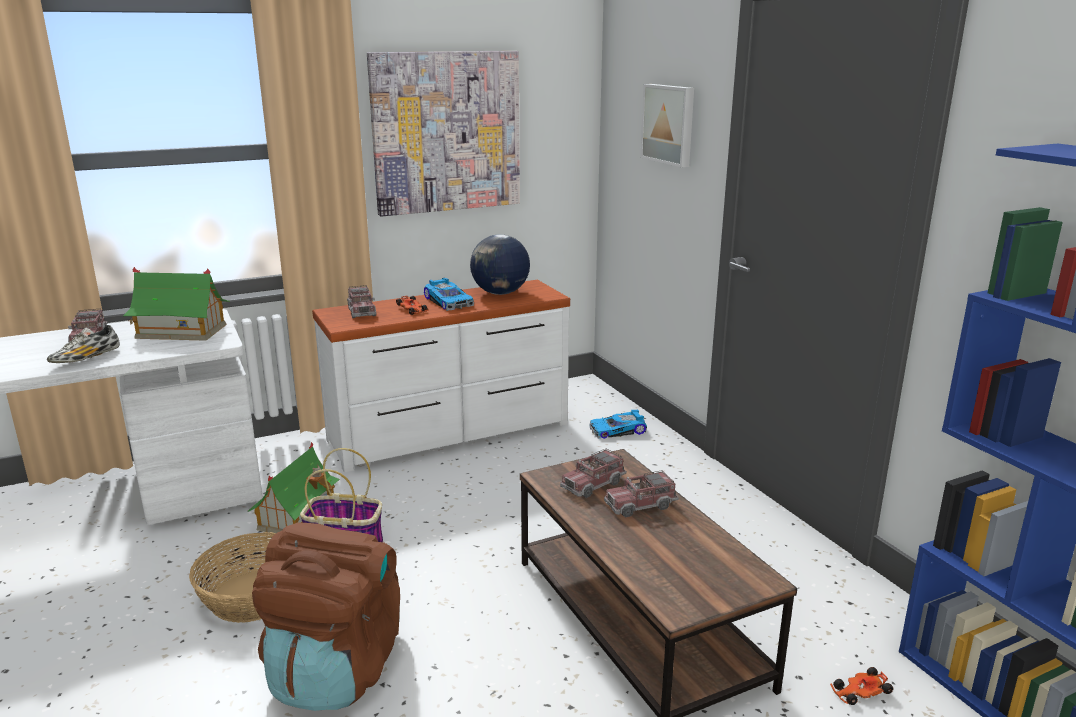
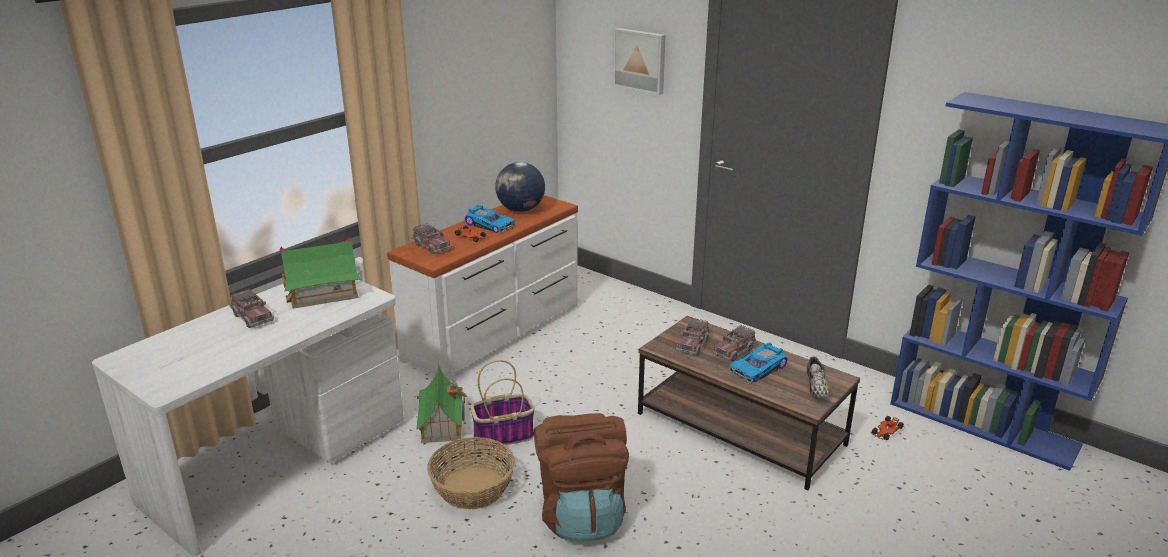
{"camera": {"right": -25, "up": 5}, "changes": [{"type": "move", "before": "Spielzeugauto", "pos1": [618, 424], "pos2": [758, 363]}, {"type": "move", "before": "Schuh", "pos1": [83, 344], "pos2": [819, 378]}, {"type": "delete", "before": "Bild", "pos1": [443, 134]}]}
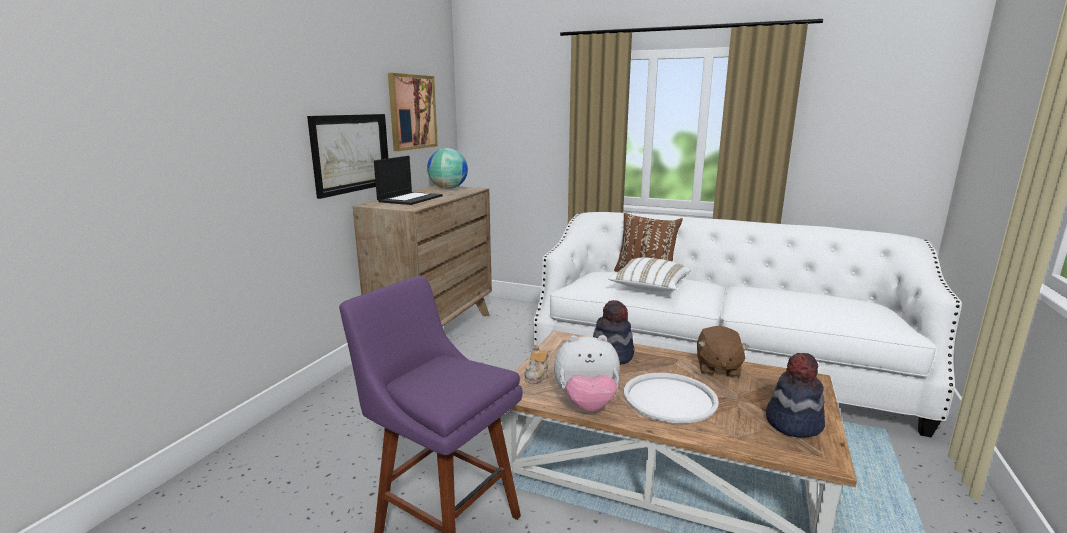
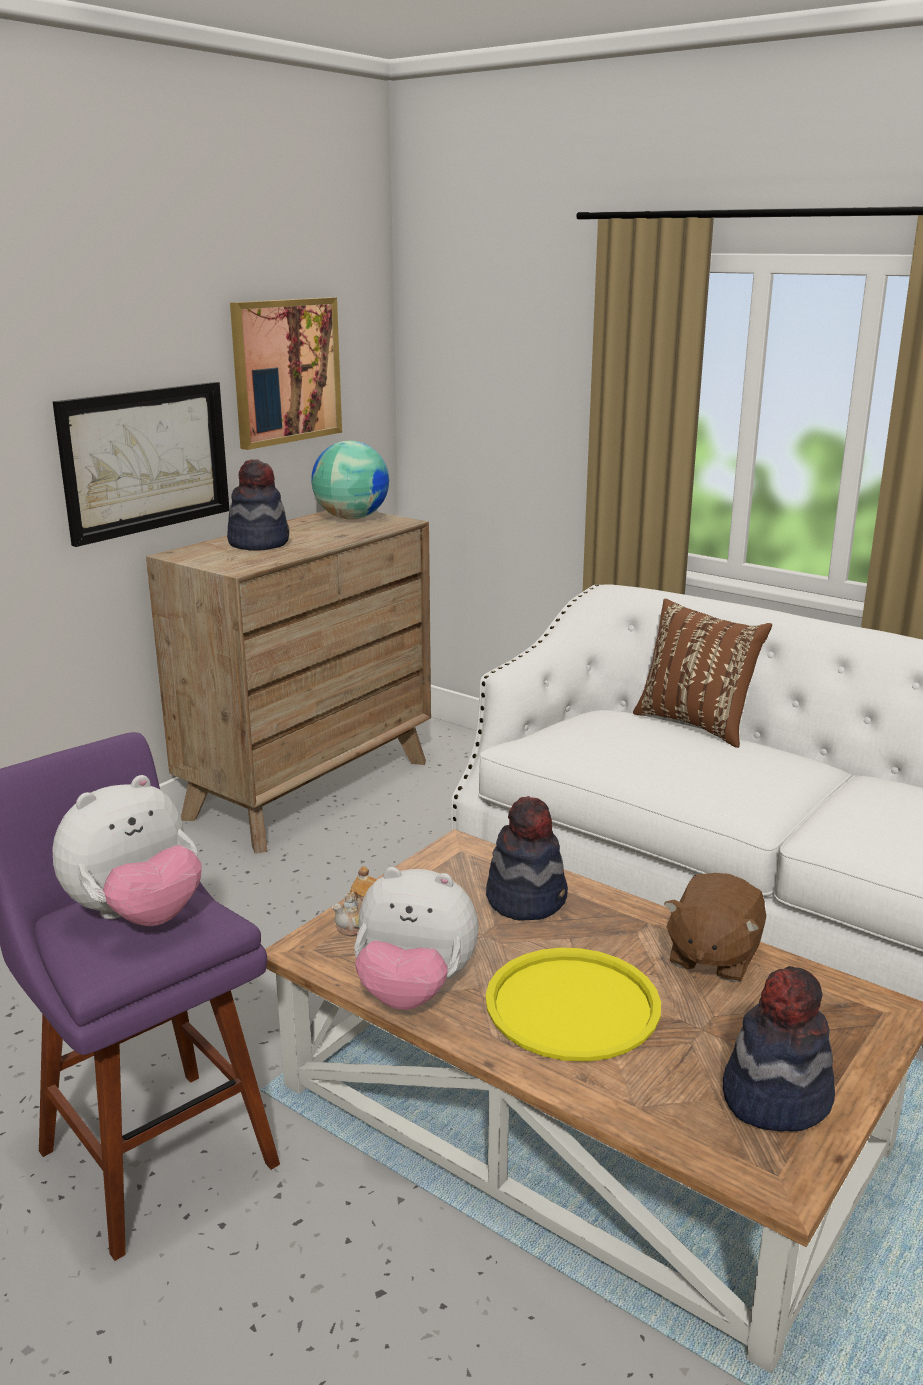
{"camera": {"right": 15, "up": 5}, "changes": [{"type": "insert", "after": "Plüschtier", "pos2": [127, 850]}, {"type": "replace", "before": "Laptop", "after": "Hut", "pos1": [408, 180], "pos2": [258, 505]}, {"type": "recolor", "before": "Tablett/weiß", "after": "Tablett/gelb", "pos1": [671, 398], "pos2": [573, 1005]}, {"type": "delete", "before": "Kissen/weiß", "pos1": [649, 274]}]}
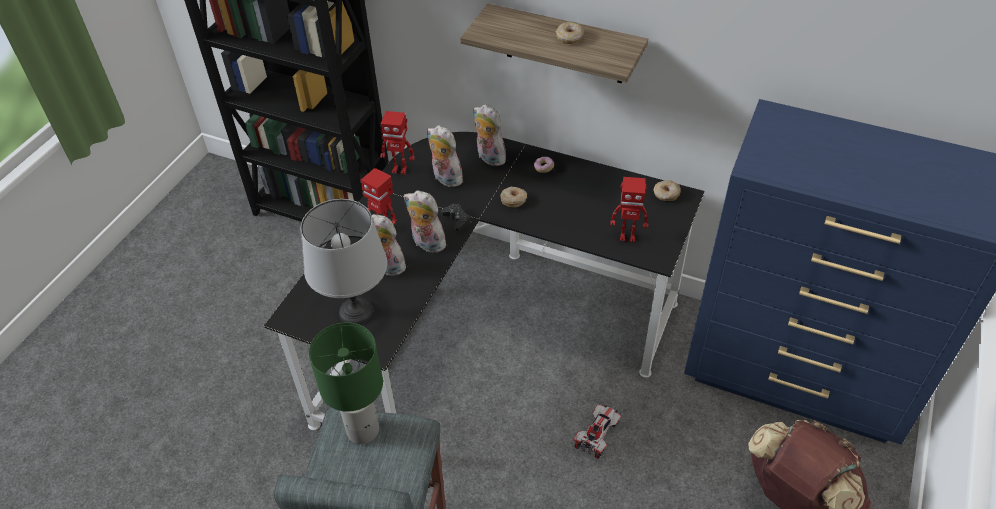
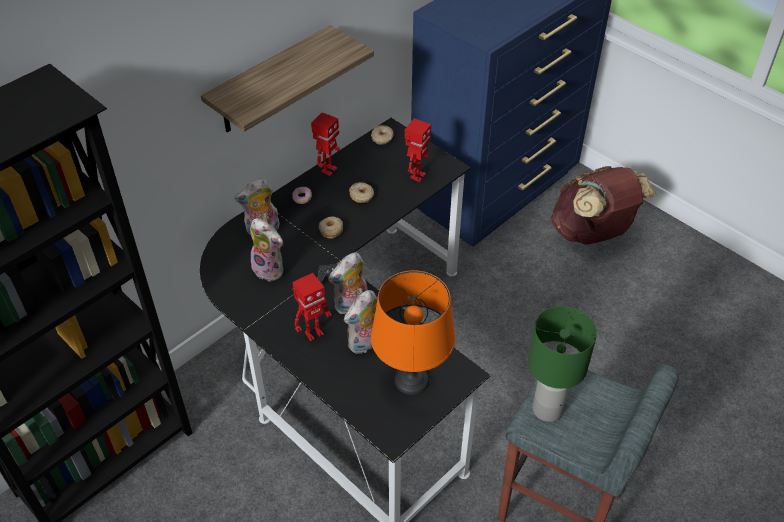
{"camera": {"right": -70, "up": 0}, "changes": [{"type": "rotate", "before": "Plüschtier", "pos1": [445, 156], "pos2": [266, 250], "turn": -120}, {"type": "move", "before": "Spielzeugroboter", "pos1": [397, 143], "pos2": [325, 144]}, {"type": "move", "before": "Donut", "pos1": [570, 32], "pos2": [361, 192]}, {"type": "recolor", "before": "Tischlampe/grau", "after": "Tischlampe/orange", "pos1": [344, 262], "pos2": [413, 332]}, {"type": "delete", "before": "Spielzeugauto", "pos1": [597, 431]}]}
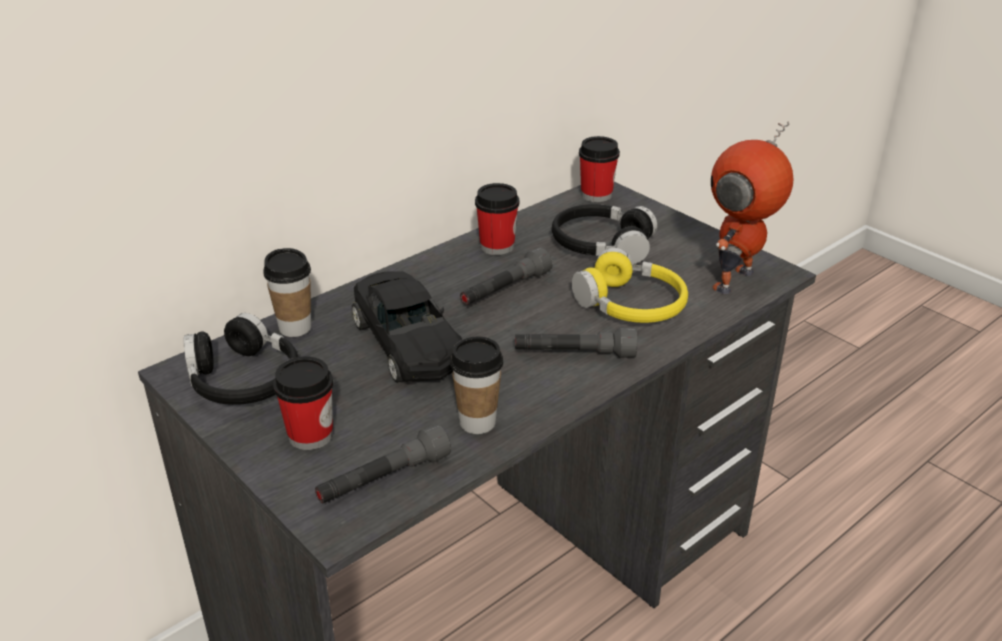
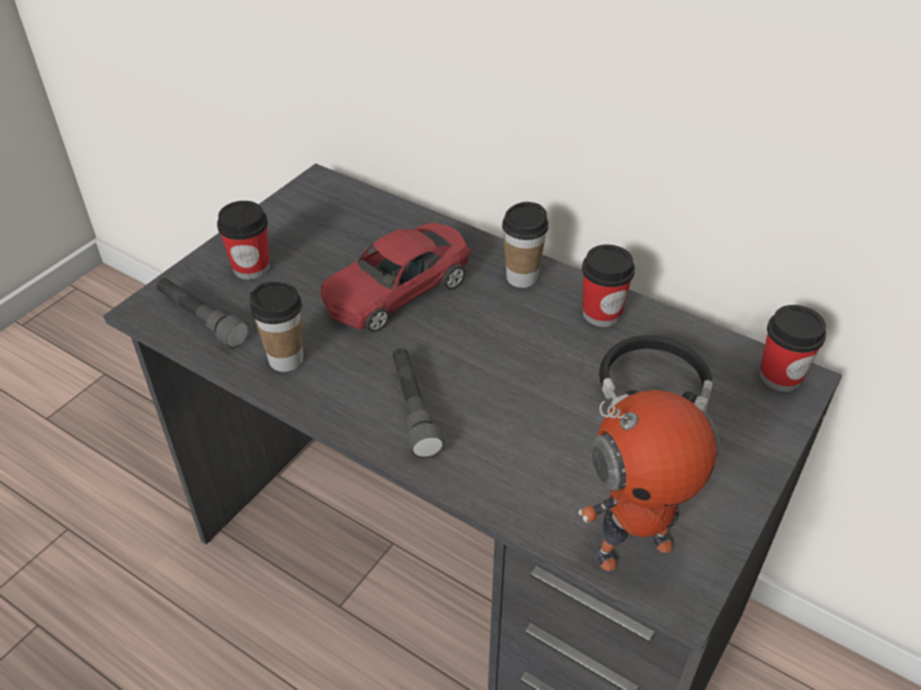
{"camera": {"right": 75, "up": 10}, "changes": [{"type": "recolor", "before": "Spielzeugauto/schwarz", "after": "Spielzeugauto/rot", "pos1": [407, 327], "pos2": [396, 277]}, {"type": "move", "before": "Tasse", "pos1": [287, 292], "pos2": [525, 245]}, {"type": "rotate", "before": "Spielzeugroboter", "pos1": [752, 207], "pos2": [648, 480], "turn": 135}, {"type": "delete", "before": "Kopfhörer/schwarz", "pos1": [241, 359]}, {"type": "delete", "before": "Taschenlampe/grau", "pos1": [506, 276]}, {"type": "delete", "before": "Kopfhörer/gelb", "pos1": [630, 285]}]}
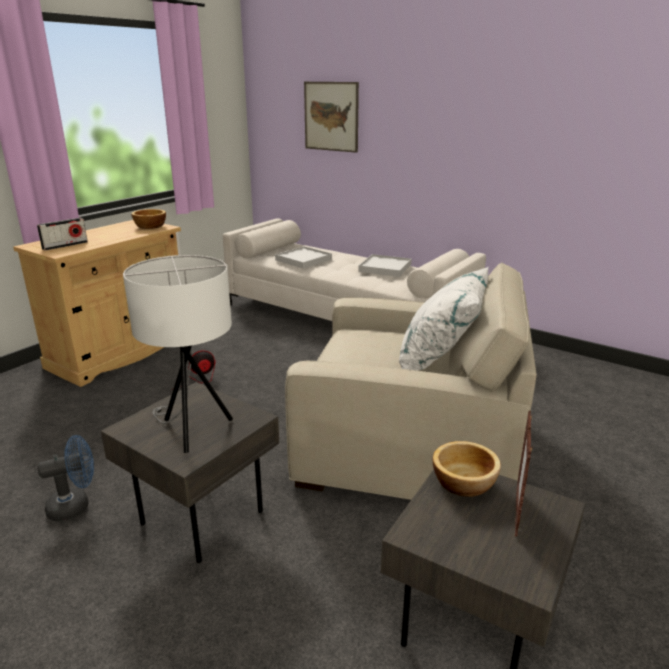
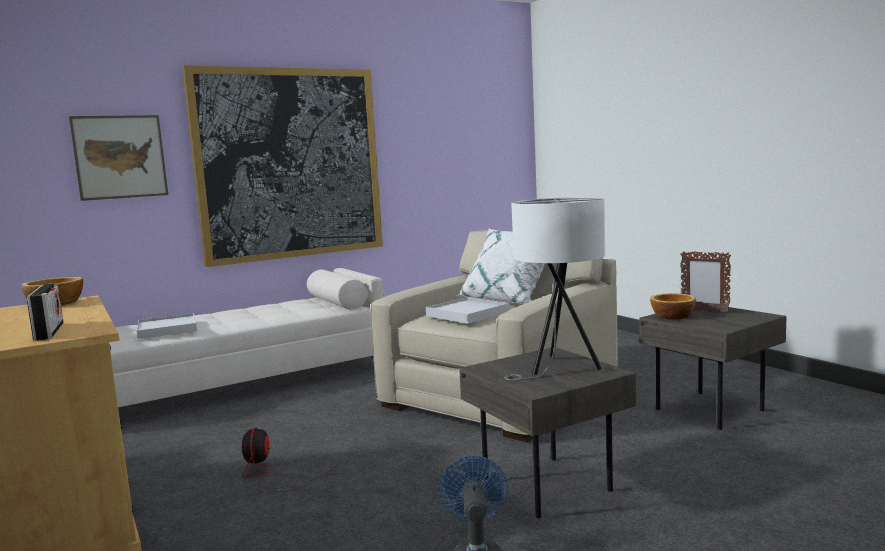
{"camera": {"right": -65, "up": -15}, "changes": [{"type": "insert", "after": "Bild", "pos2": [282, 166]}, {"type": "move", "before": "Tablett/weiß", "pos1": [385, 265], "pos2": [468, 310]}]}
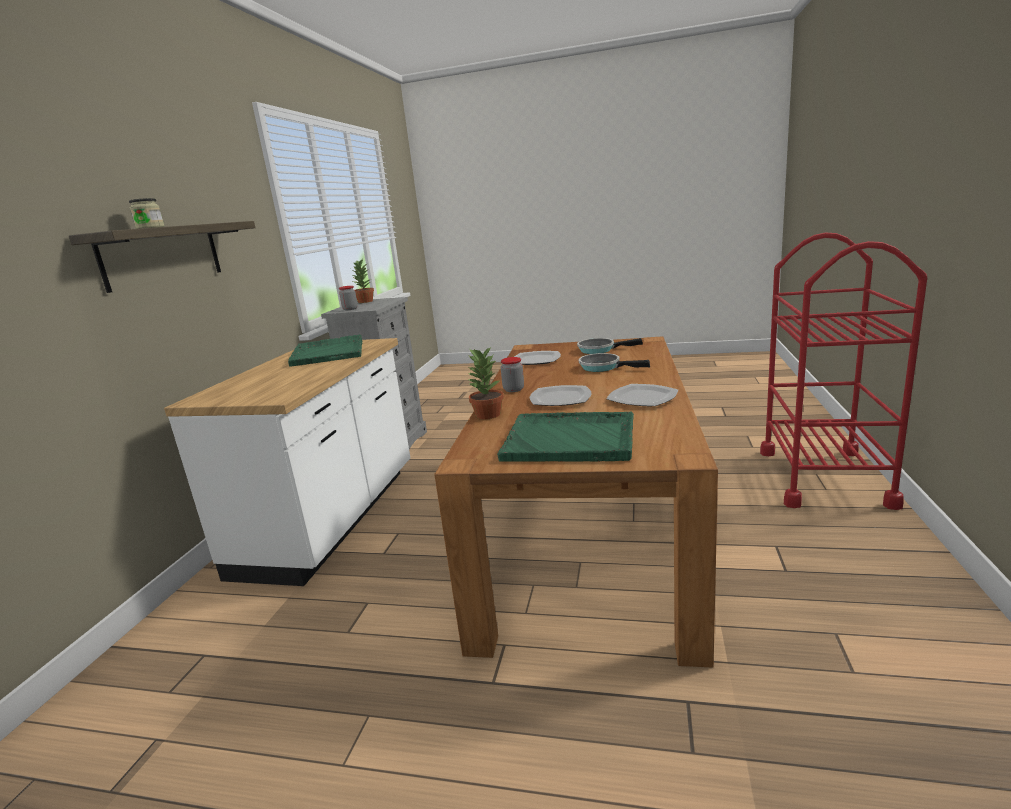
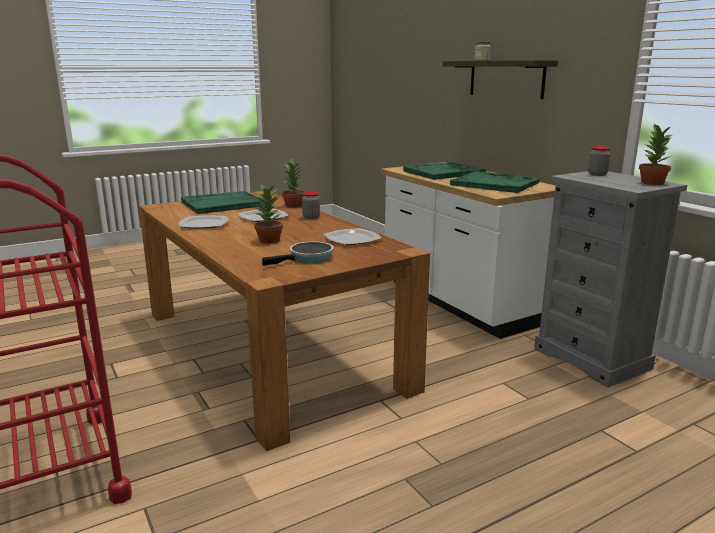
{"camera": {"right": 135, "up": 0}, "changes": [{"type": "replace", "before": "Pfanne", "after": "Topfpflanze", "pos1": [614, 362], "pos2": [268, 214]}, {"type": "insert", "after": "Tablett/grün", "pos2": [444, 171]}]}
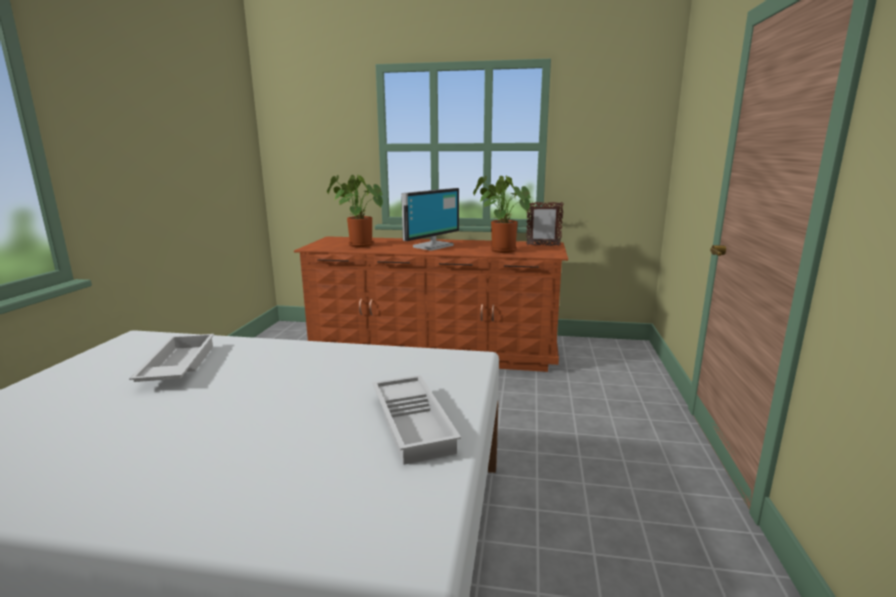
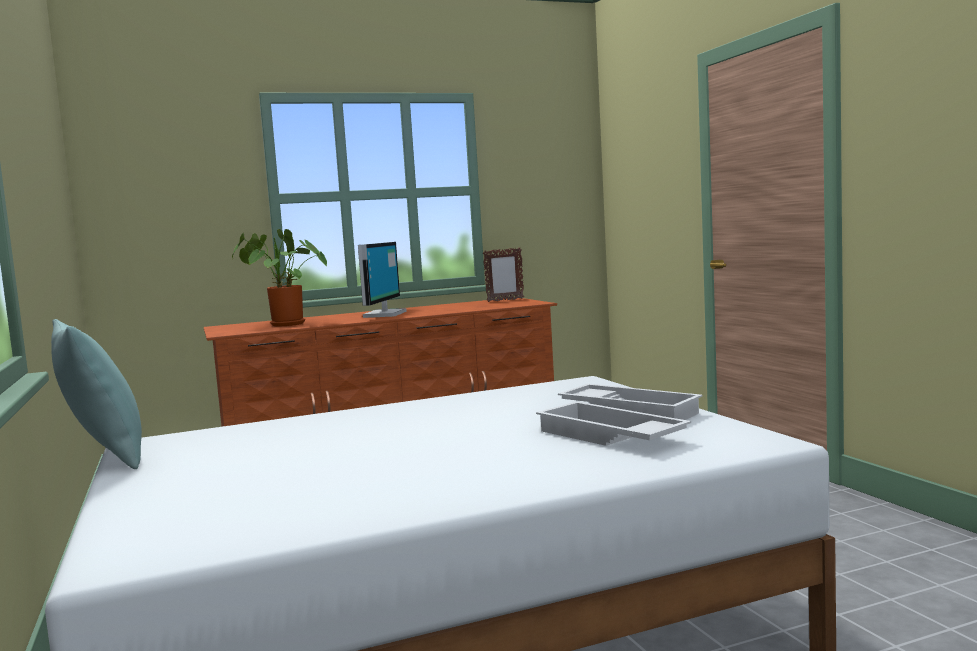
{"camera": {"right": -30, "up": -10}, "changes": [{"type": "insert", "after": "Kissen/türkis", "pos2": [96, 394]}, {"type": "move", "before": "Tablett/weiß", "pos1": [171, 358], "pos2": [613, 424]}, {"type": "delete", "before": "Topfpflanze", "pos1": [502, 214]}]}
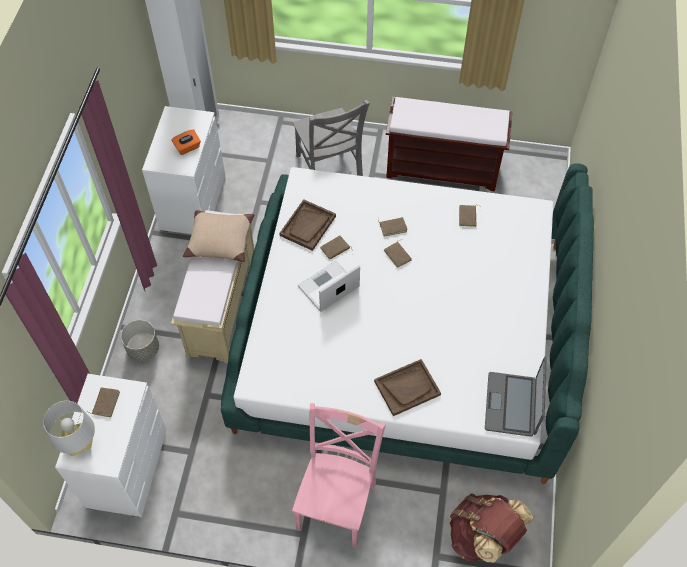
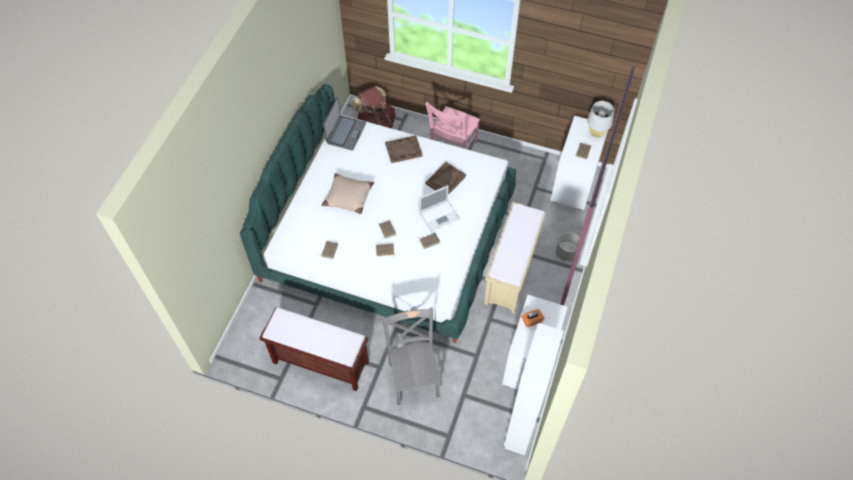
{"camera": {"right": -170, "up": 0}, "changes": [{"type": "move", "before": "Kissen/beige", "pos1": [218, 236], "pos2": [347, 193]}, {"type": "move", "before": "Tablett/braun", "pos1": [307, 225], "pos2": [446, 178]}]}
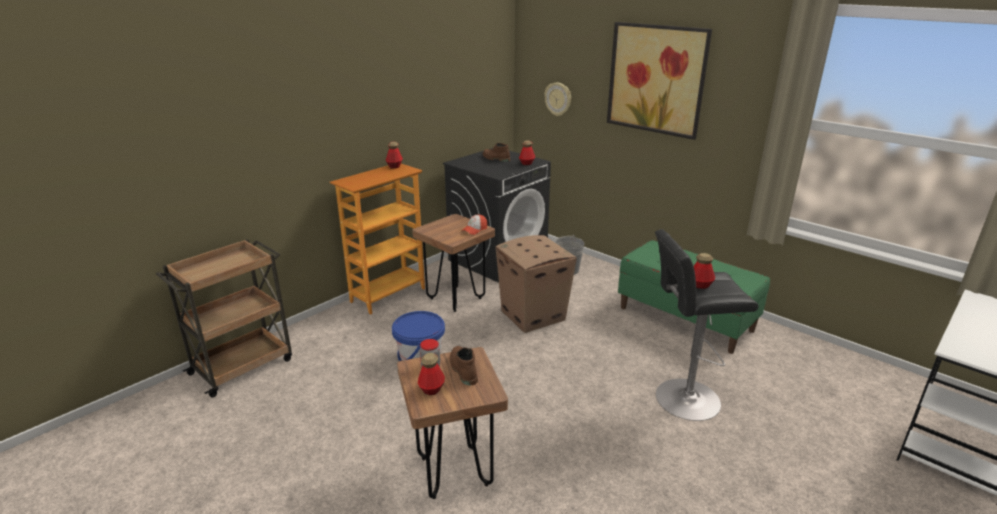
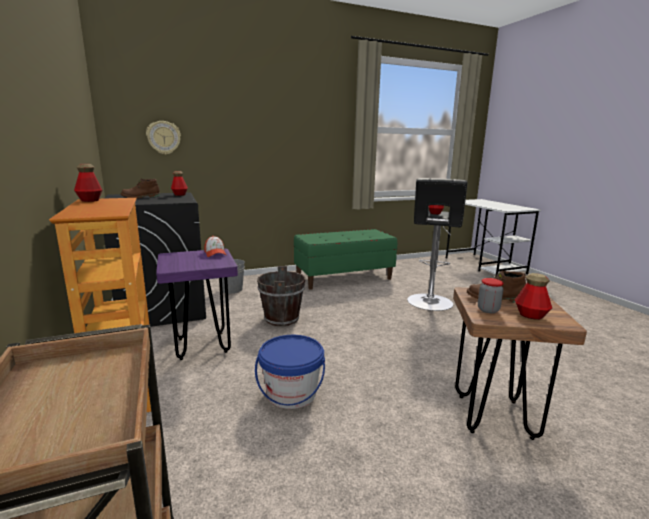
{"camera": {"right": -65, "up": -10}, "changes": [{"type": "recolor", "before": "Hocker/braun", "after": "Hocker/lila", "pos1": [453, 263], "pos2": [197, 304]}, {"type": "replace", "before": "Karton", "after": "Eimer/braun", "pos1": [536, 284], "pos2": [281, 296]}, {"type": "delete", "before": "Bild", "pos1": [659, 81]}]}
